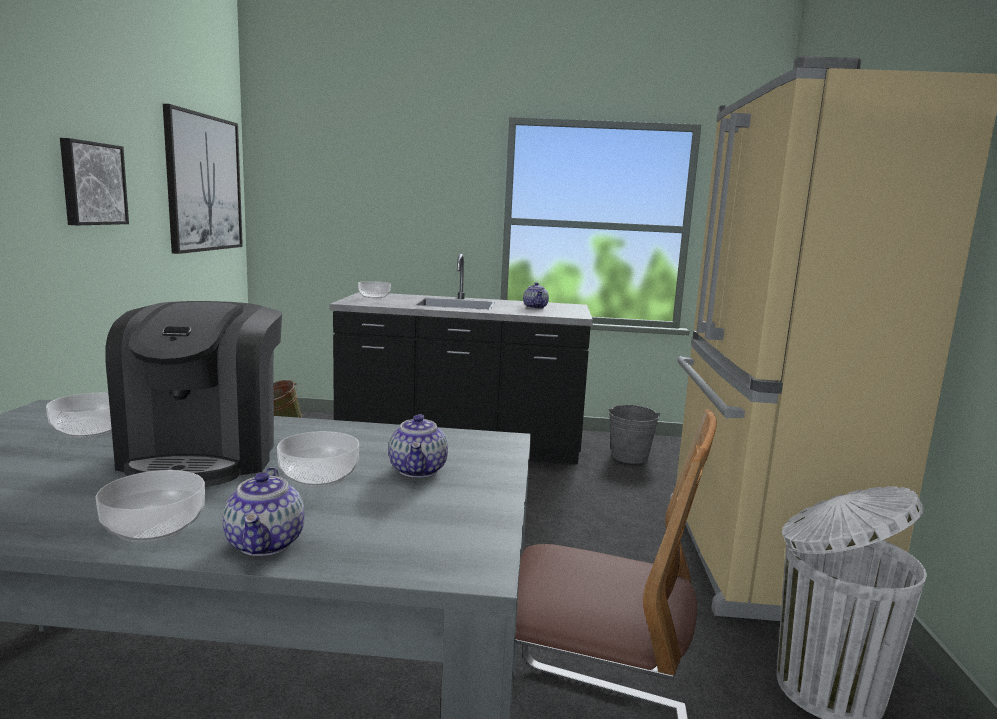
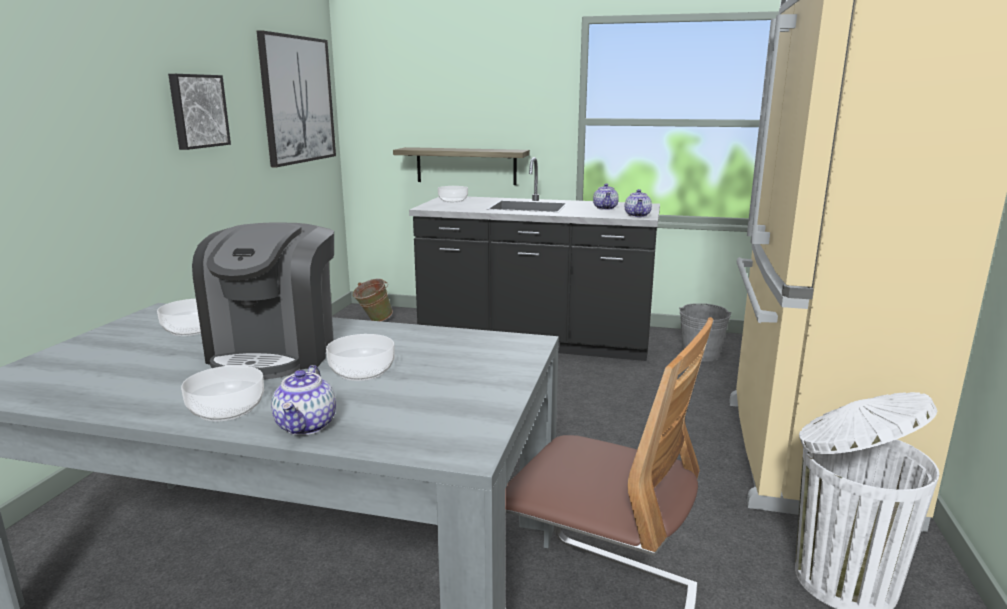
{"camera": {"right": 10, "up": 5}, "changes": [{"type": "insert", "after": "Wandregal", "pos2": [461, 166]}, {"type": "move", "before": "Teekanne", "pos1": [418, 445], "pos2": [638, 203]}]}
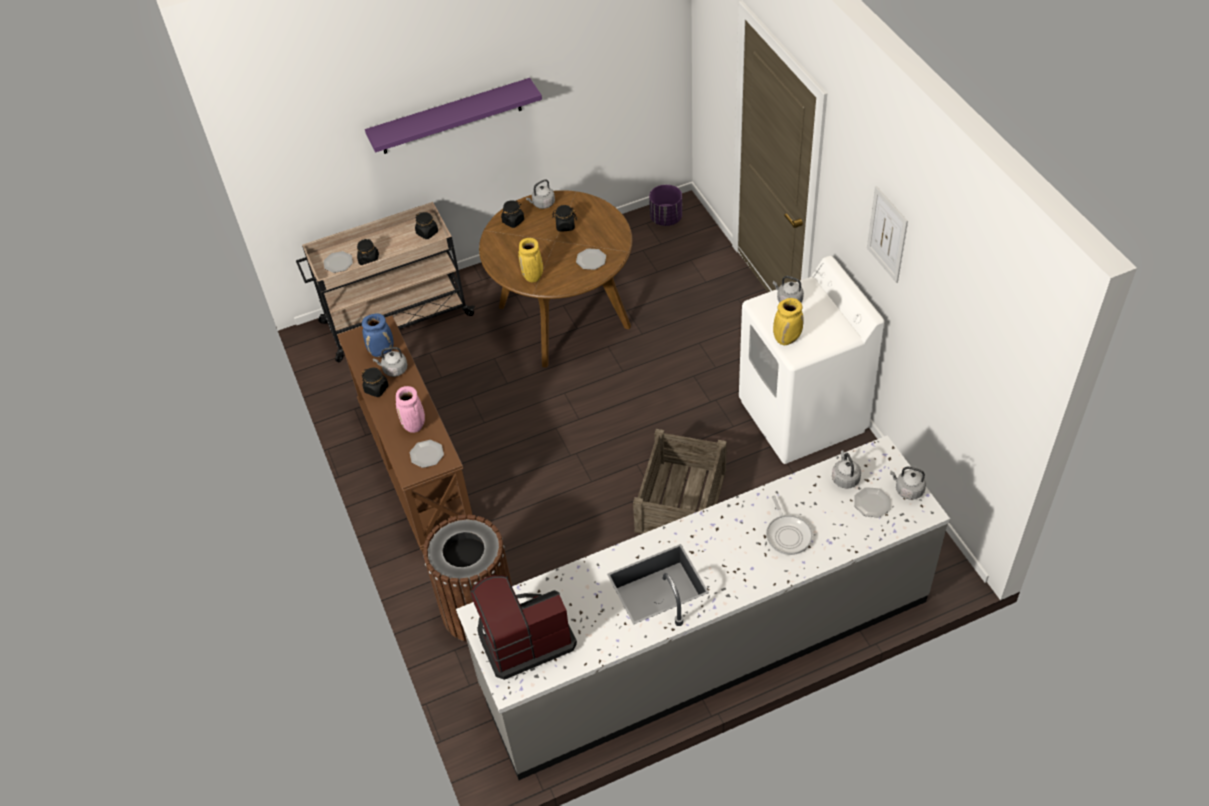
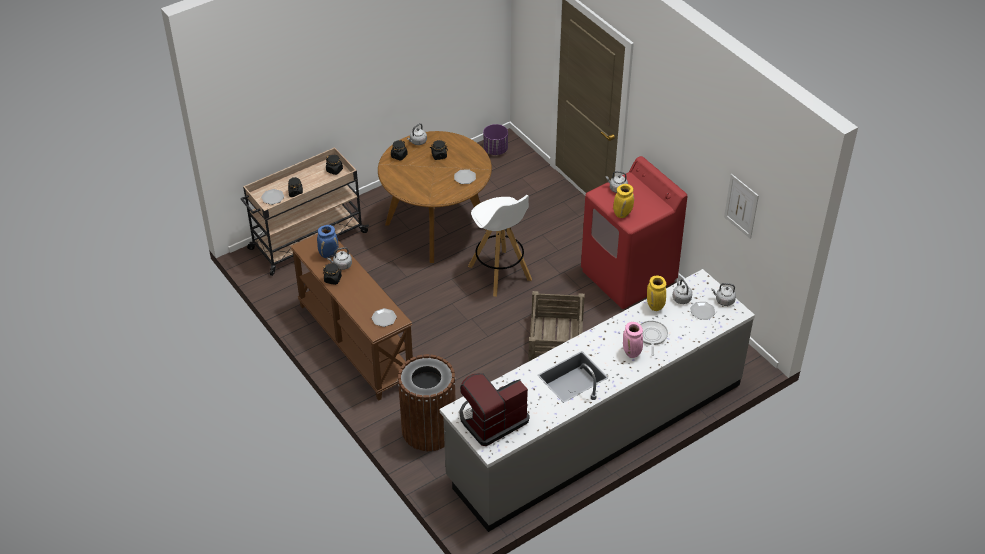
{"camera": {"right": -15, "up": -5}, "changes": [{"type": "insert", "after": "Hocker/weiß", "pos2": [500, 246]}, {"type": "recolor", "before": "Waschmaschine/weiß", "after": "Waschmaschine/rot", "pos1": [812, 360], "pos2": [634, 232]}, {"type": "move", "before": "Vase/rosa", "pos1": [410, 409], "pos2": [633, 340]}, {"type": "rotate", "before": "Pfanne", "pos1": [789, 525], "pos2": [654, 338], "turn": -150}, {"type": "move", "before": "Vase/gelb", "pos1": [530, 260], "pos2": [656, 293]}, {"type": "move", "before": "Bild", "pos1": [887, 234], "pos2": [741, 206]}, {"type": "delete", "before": "Wandregal/lila", "pos1": [453, 116]}]}
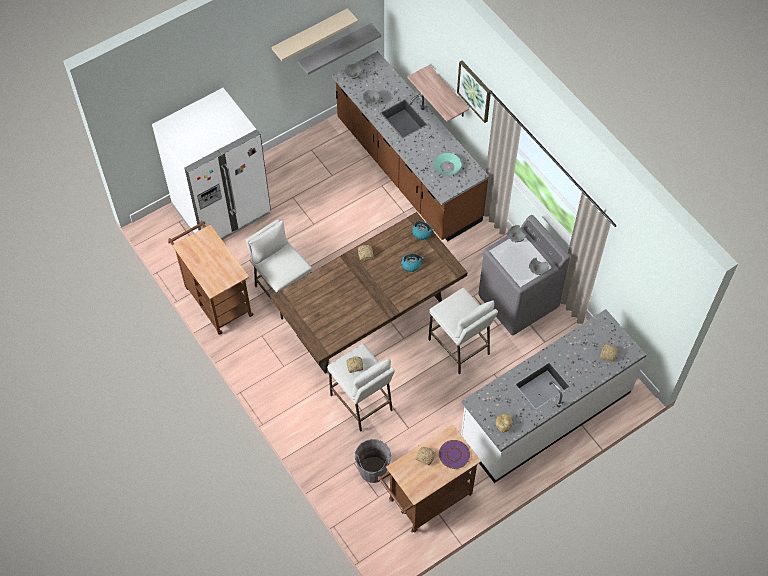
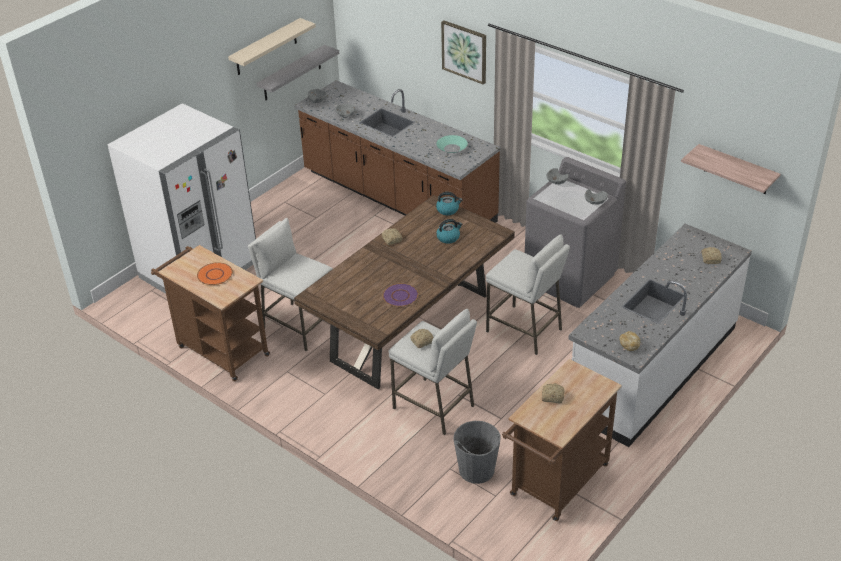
{"camera": {"right": -15, "up": -20}, "changes": [{"type": "insert", "after": "Teller/orange", "pos2": [215, 273]}, {"type": "move", "before": "Teller/lila", "pos1": [454, 454], "pos2": [400, 295]}, {"type": "move", "before": "Wandregal", "pos1": [438, 93], "pos2": [731, 169]}]}
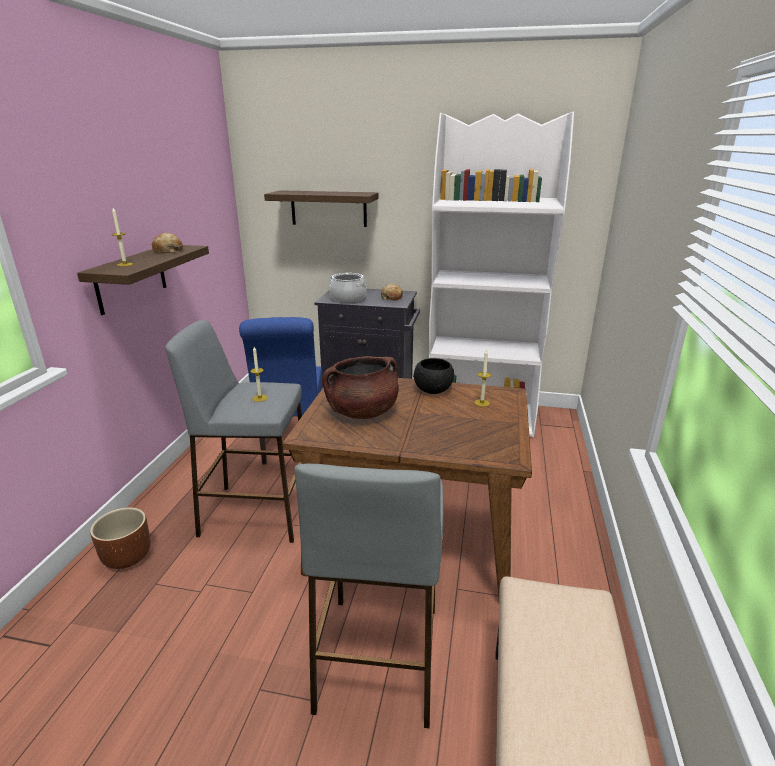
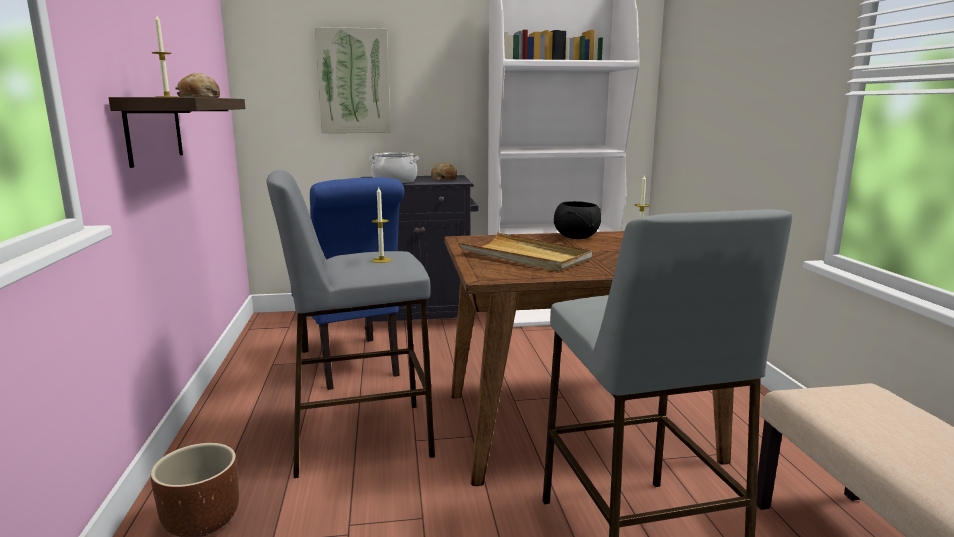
{"camera": {"right": -20, "up": -10}, "changes": [{"type": "replace", "before": "Wandregal", "after": "Bild", "pos1": [321, 208], "pos2": [353, 80]}, {"type": "replace", "before": "Kochtopf/braun", "after": "Tablett/beige", "pos1": [360, 387], "pos2": [525, 252]}]}
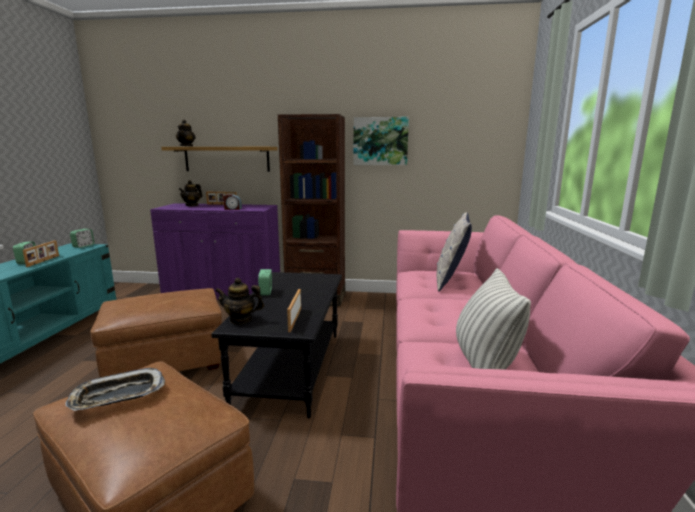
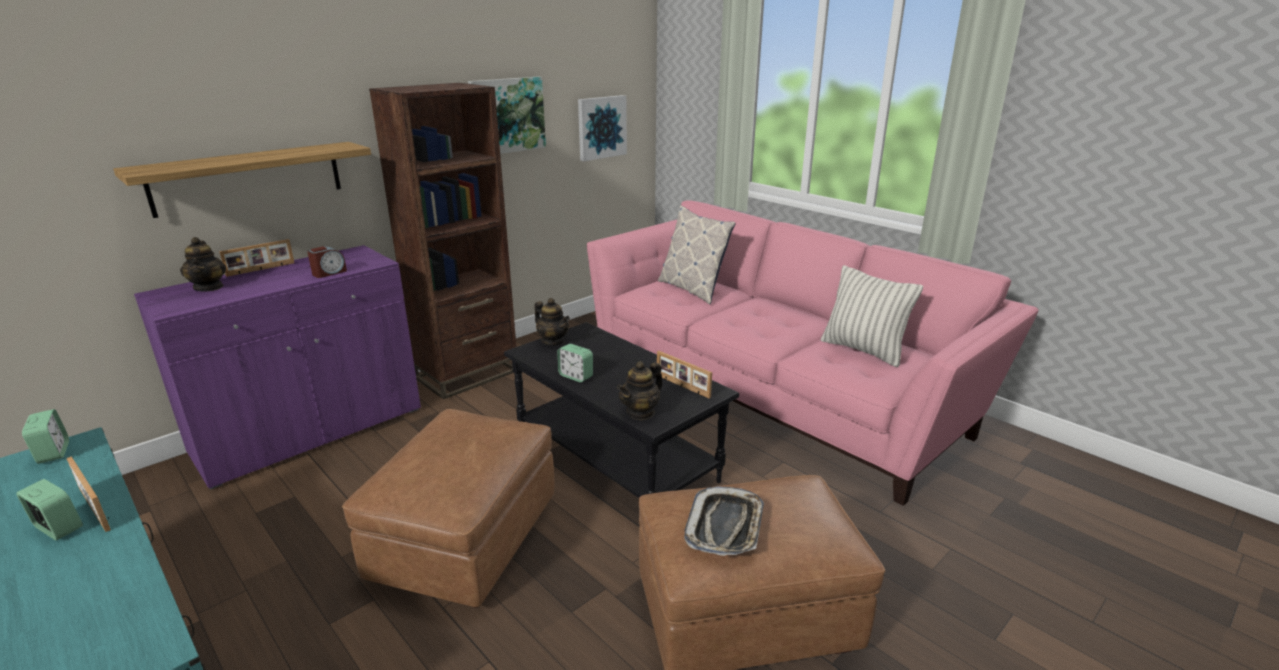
{"camera": {"right": -50, "up": 10}, "changes": [{"type": "move", "before": "Teekanne", "pos1": [186, 132], "pos2": [552, 322]}, {"type": "insert", "after": "Bild", "pos2": [602, 128]}]}
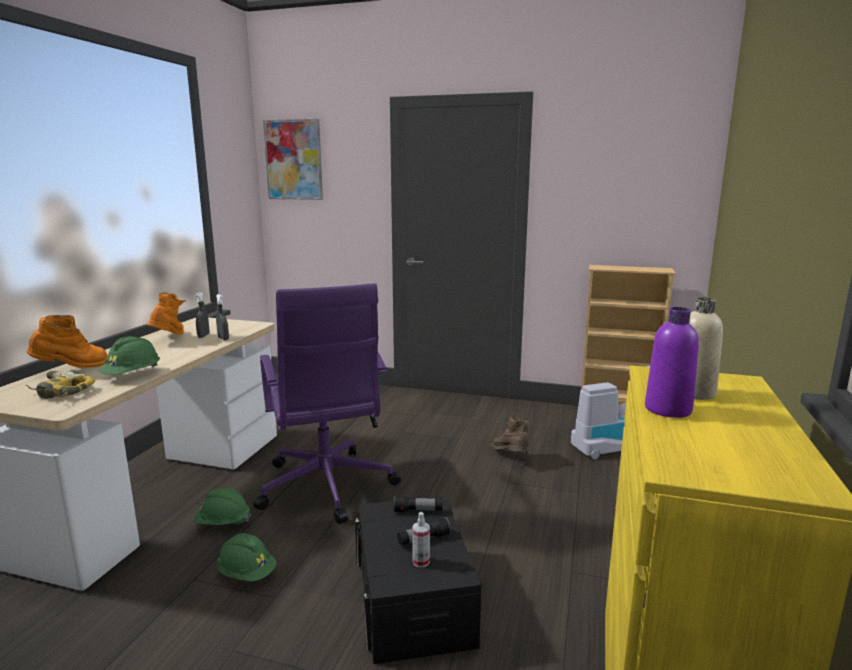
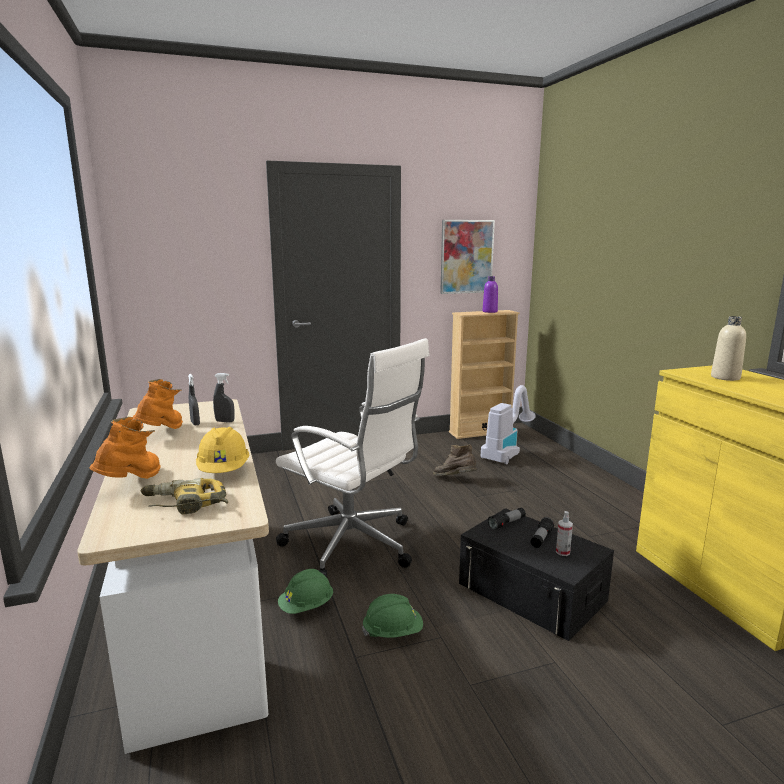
{"camera": {"right": -35, "up": 0}, "changes": [{"type": "rotate", "before": "Stiefel/orange", "pos1": [166, 313], "pos2": [158, 404], "turn": 45}, {"type": "recolor", "before": "Schutzhelm/grün", "after": "Schutzhelm/gelb", "pos1": [129, 355], "pos2": [222, 450]}, {"type": "recolor", "before": "Bürostuhl/lila", "after": "Bürostuhl/weiß", "pos1": [327, 403], "pos2": [352, 458]}, {"type": "move", "before": "Bild", "pos1": [293, 159], "pos2": [467, 257]}, {"type": "move", "before": "Flasche/lila", "pos1": [672, 362], "pos2": [490, 294]}]}
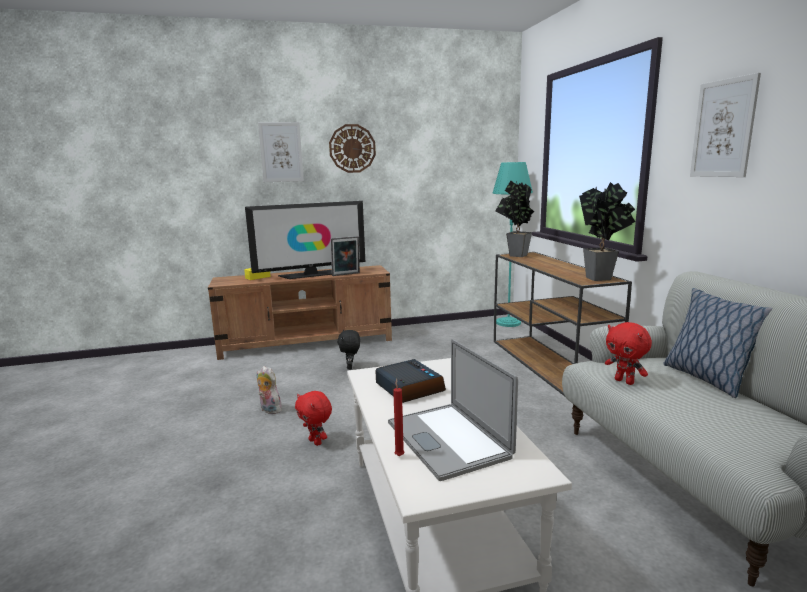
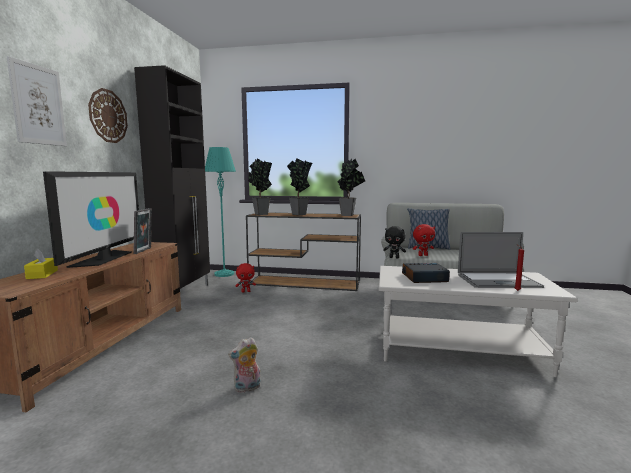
{"camera": {"right": -65, "up": -5}, "changes": [{"type": "insert", "after": "Schrank/schwarz", "pos2": [172, 177]}, {"type": "move", "before": "Plüschtier/rot", "pos1": [313, 418], "pos2": [245, 278]}, {"type": "insert", "after": "Topfpflanze", "pos2": [299, 186]}, {"type": "move", "before": "Plüschtier/schwarz", "pos1": [348, 350], "pos2": [394, 242]}, {"type": "delete", "before": "Bild", "pos1": [725, 125]}]}
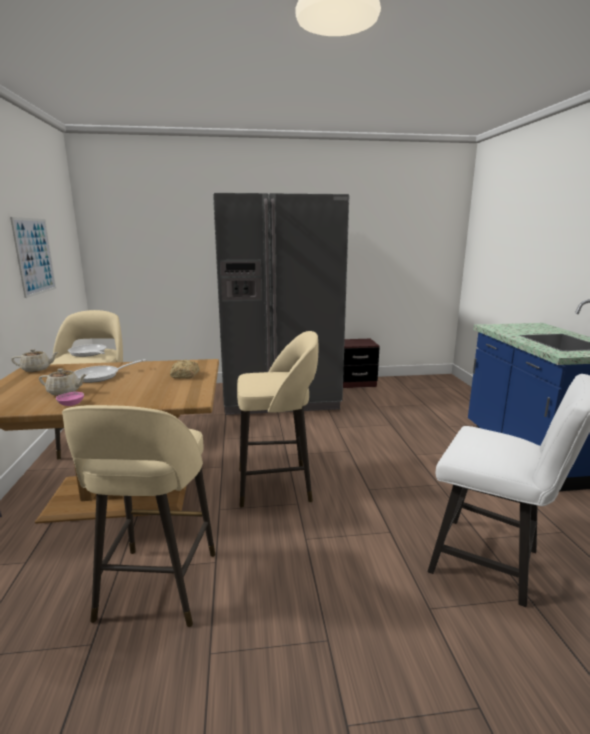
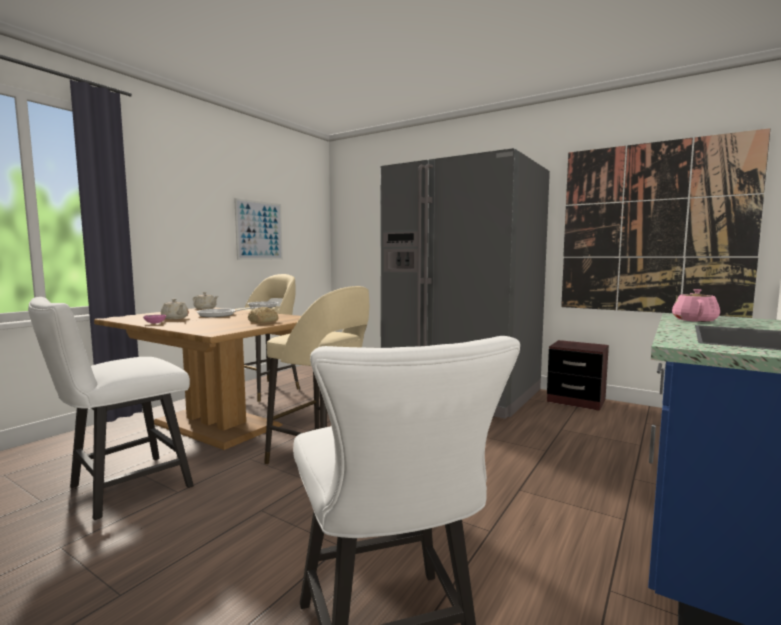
{"camera": {"right": 40, "up": -10}, "changes": [{"type": "replace", "before": "Hocker/beige", "after": "Stuhl/weiß", "pos1": [138, 516], "pos2": [111, 408]}, {"type": "insert", "after": "Bild", "pos2": [665, 223]}, {"type": "insert", "after": "Teekanne/rosa", "pos2": [696, 305]}]}
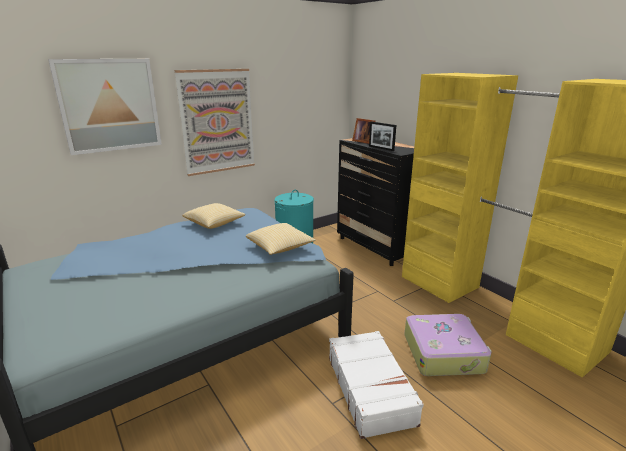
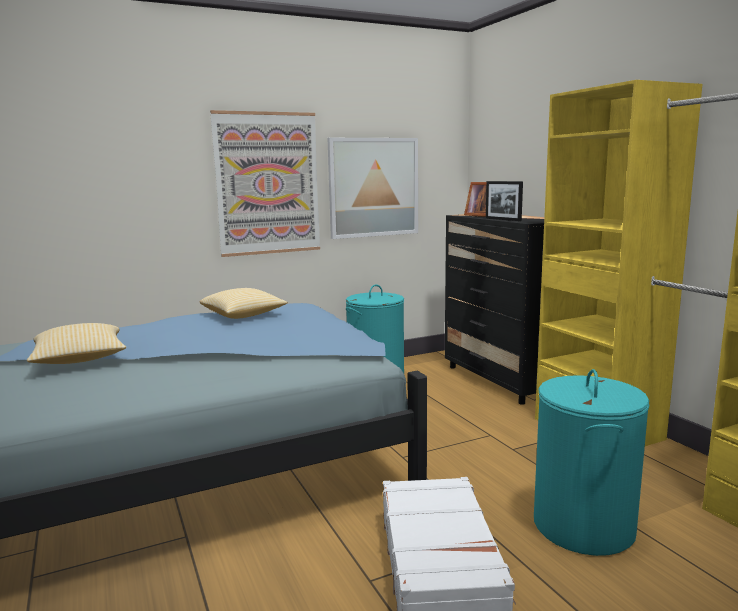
{"camera": {"right": 10, "up": -10}, "changes": [{"type": "move", "before": "Kissen", "pos1": [281, 239], "pos2": [76, 343]}, {"type": "move", "before": "Bild", "pos1": [105, 107], "pos2": [372, 188]}, {"type": "replace", "before": "Koffer", "after": "Wäschekorb/türkis", "pos1": [448, 345], "pos2": [591, 462]}]}
